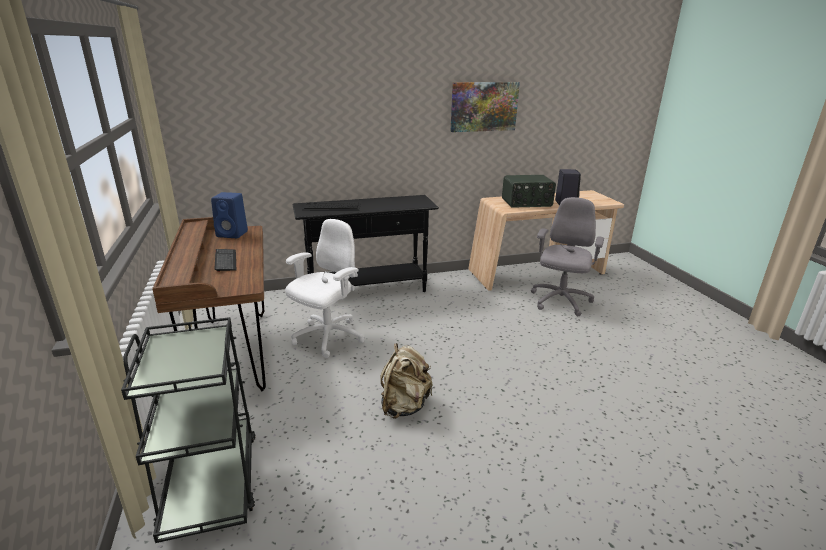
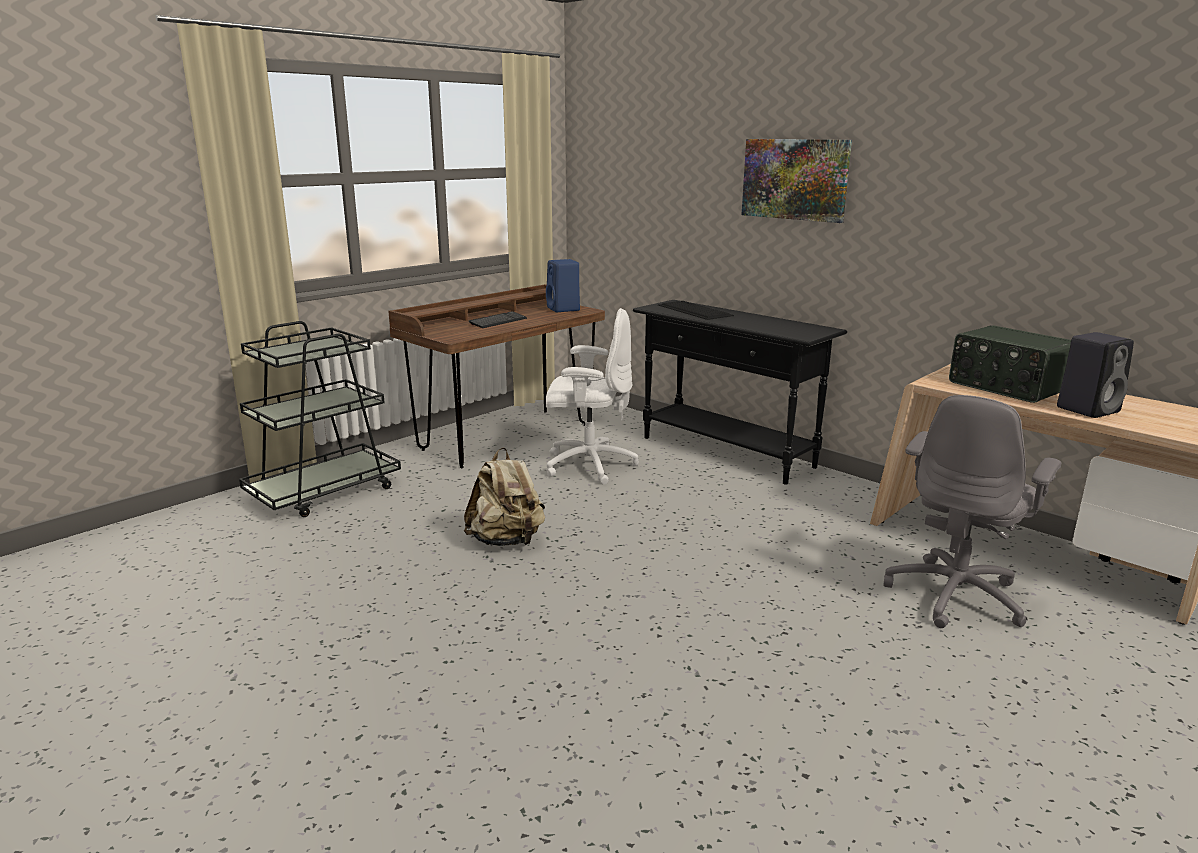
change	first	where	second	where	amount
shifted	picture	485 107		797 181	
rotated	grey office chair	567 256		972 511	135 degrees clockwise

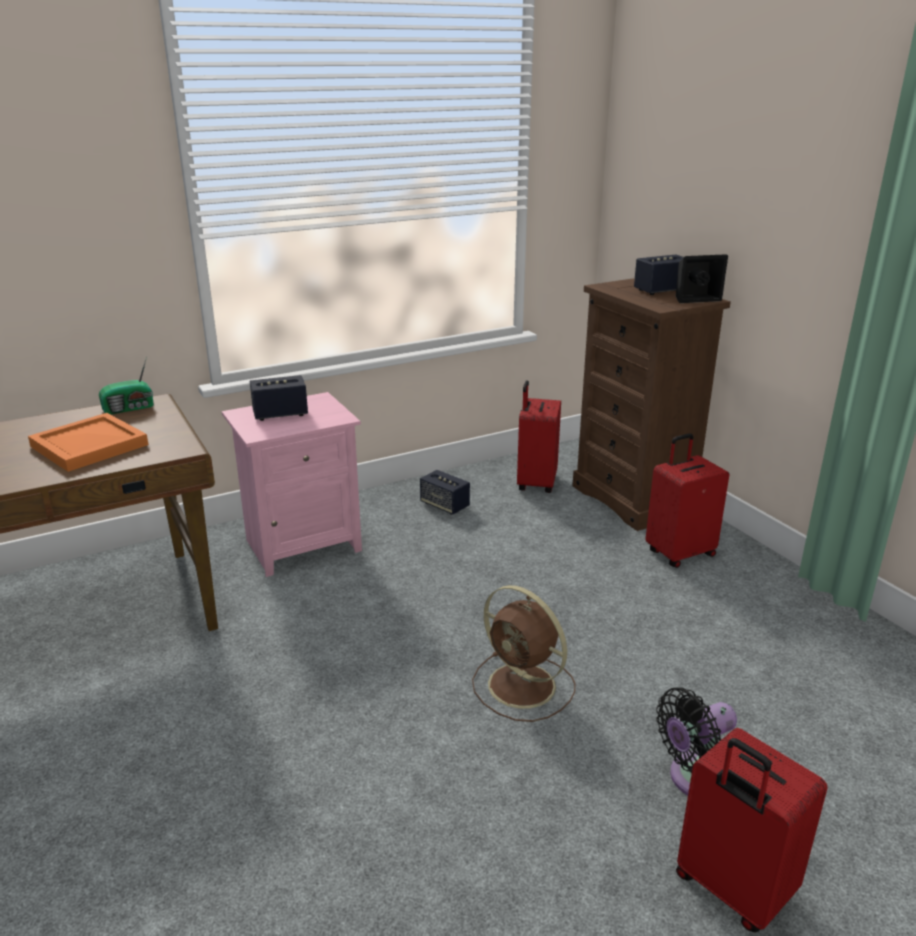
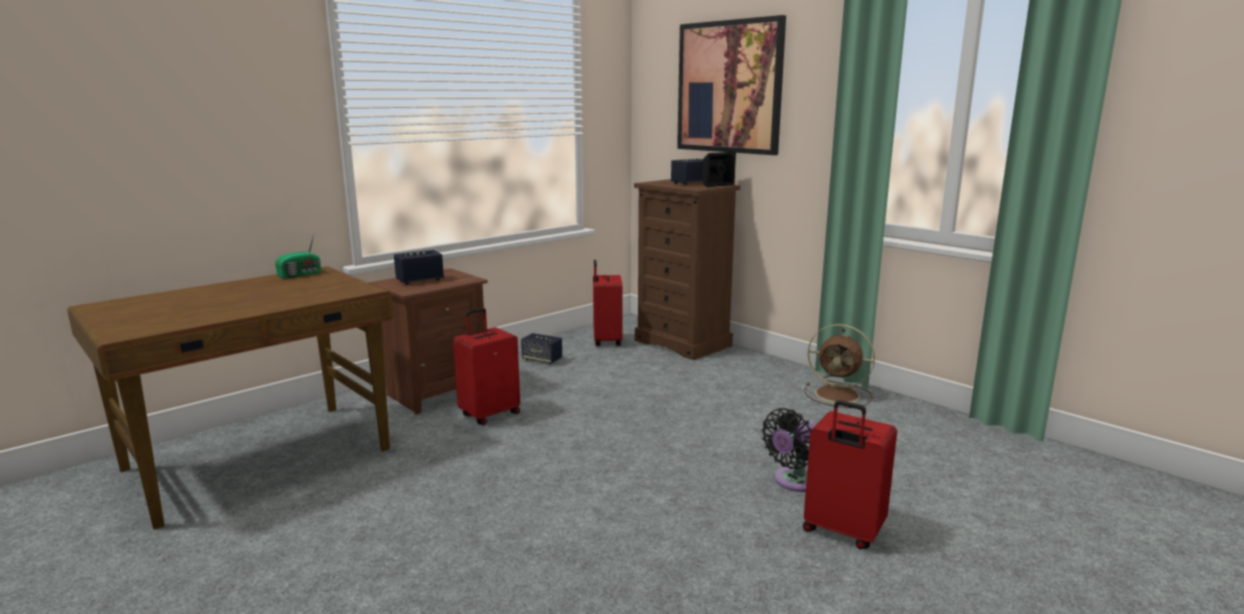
change	first	where	second	where	amount
repainted	pink nightstand	292 484	brown nightstand	428 341	
gone	orange tray	88 442			
shifted	red suitcase	687 500		486 366	
shifted	brown fan	523 653		839 366	
new			picture	731 85	

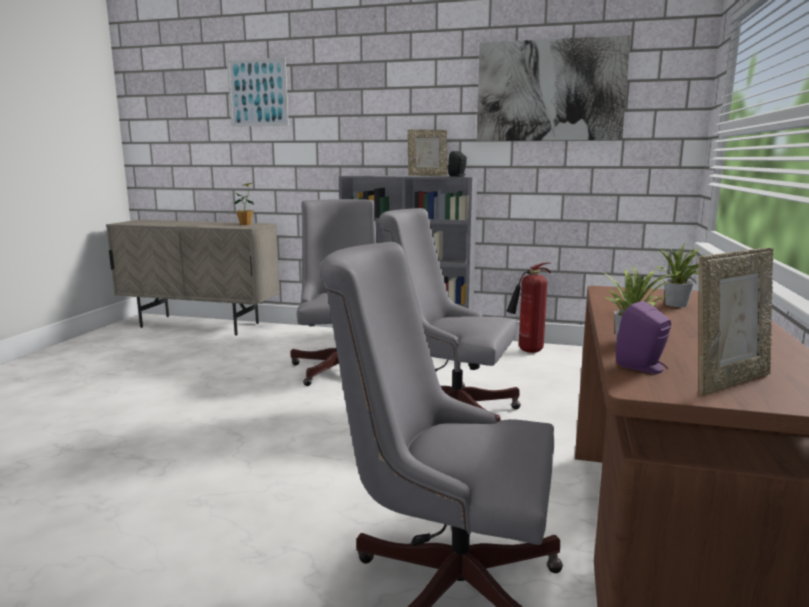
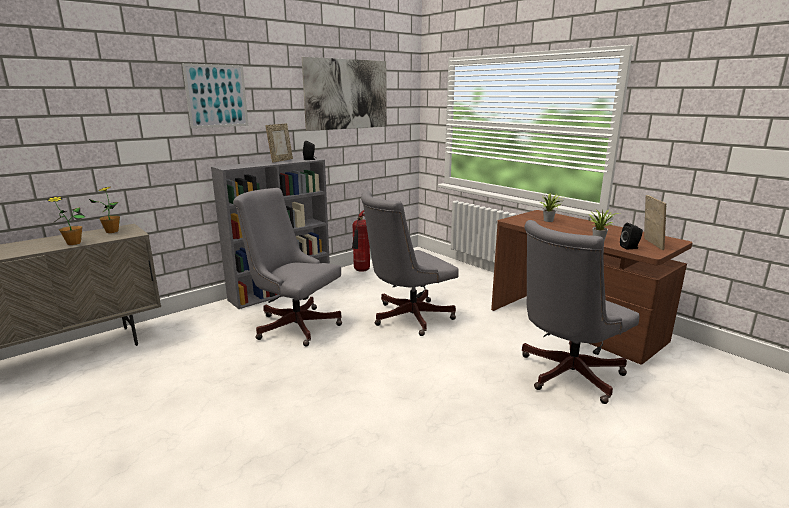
change	first	where	second	where	amount
shifted	picture	258 92		215 95	
repainted	purple speaker	643 337	black speaker	631 236	
new			potted plant	66 221	

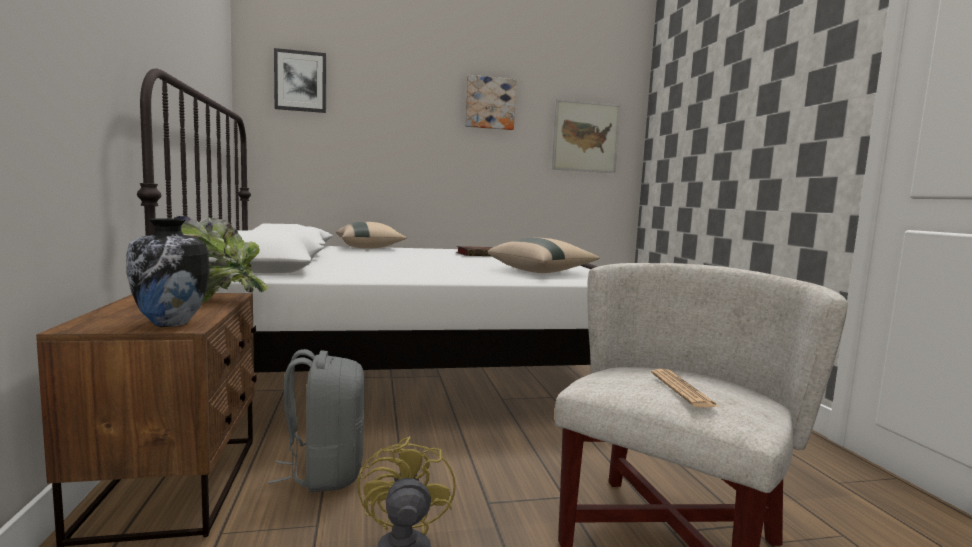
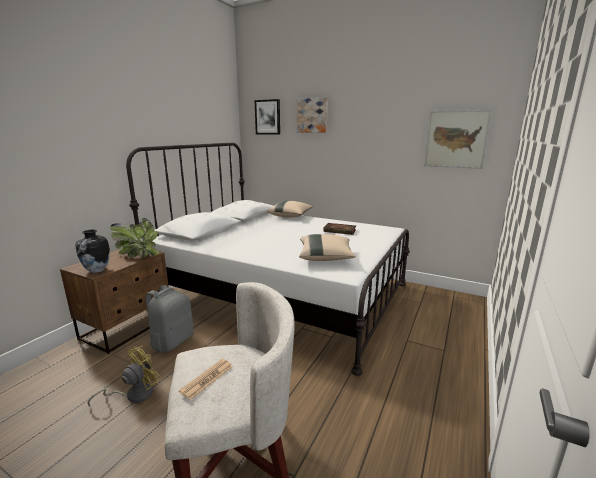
change	first	where	second	where	amount
shifted	picture	490 102		312 115	

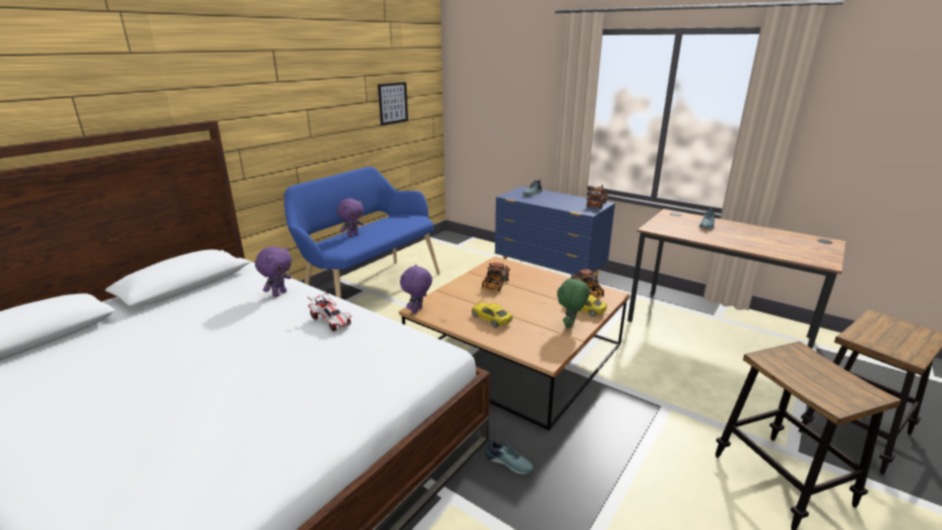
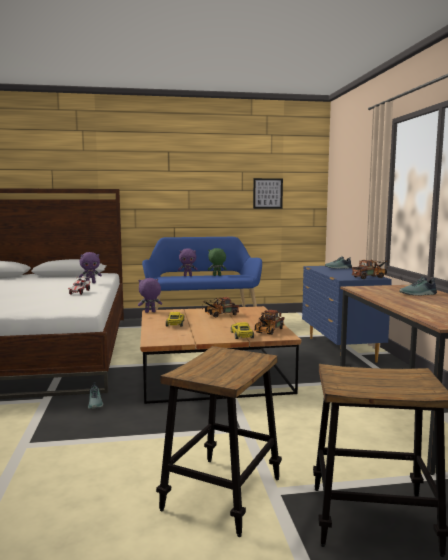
change	first	where	second	where	amount
shifted	green plush toy	573 302		217 262	

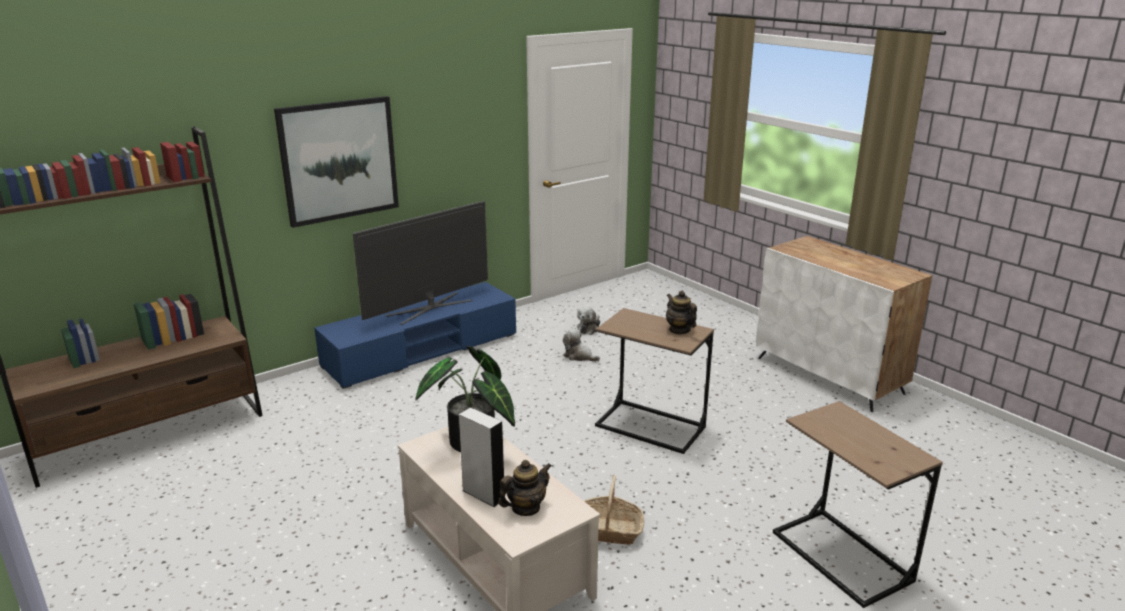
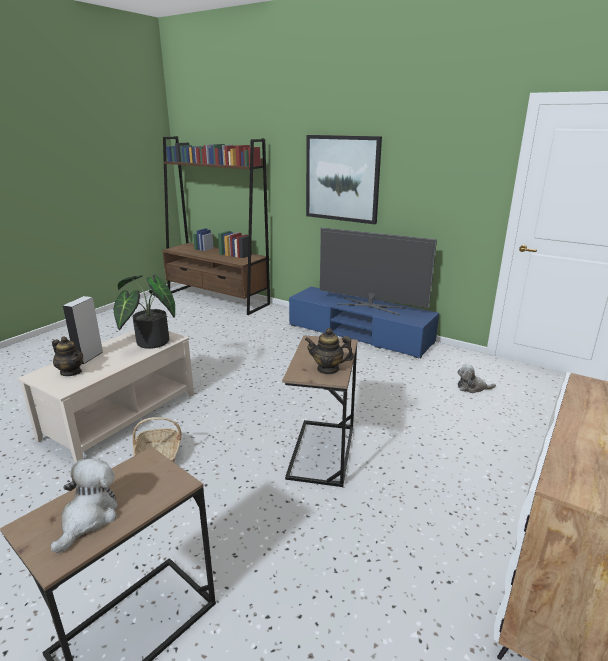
change	first	where	second	where	amount
rotated	teapot	681 312		329 351	120 degrees counterclockwise
shifted	plush toy	581 345		84 506	

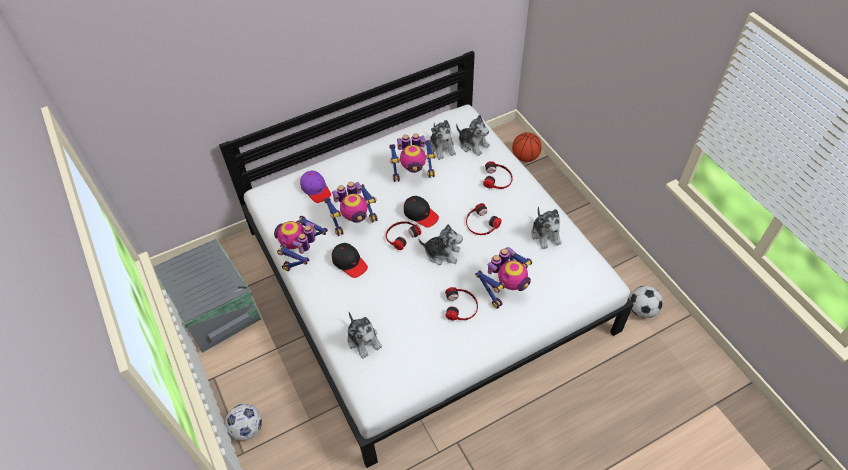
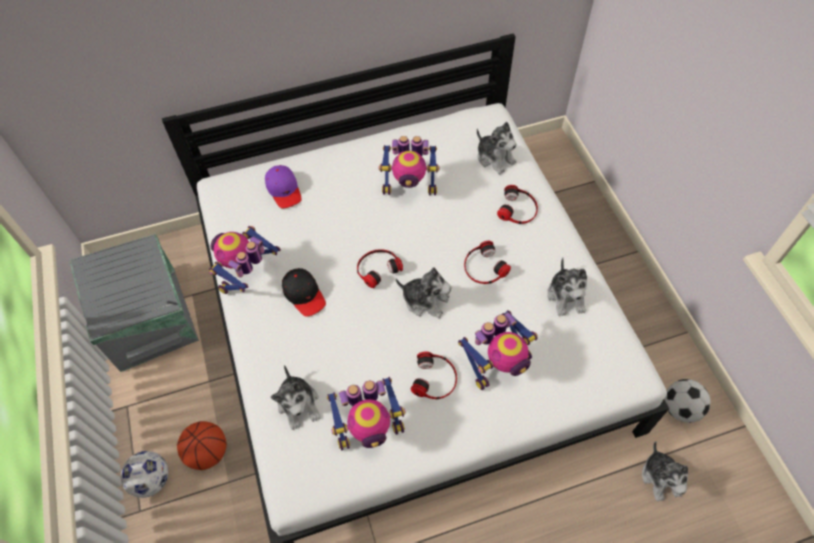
change	first	where	second	where	amount
shifted	plush toy	443 140		665 471	
shifted	basketball	527 147		202 445	
shifted	toy robot	351 209		366 414	
gone	black cap	421 212			

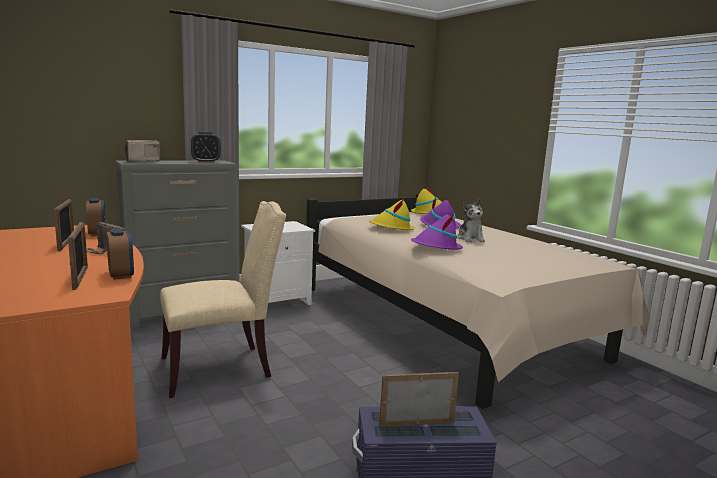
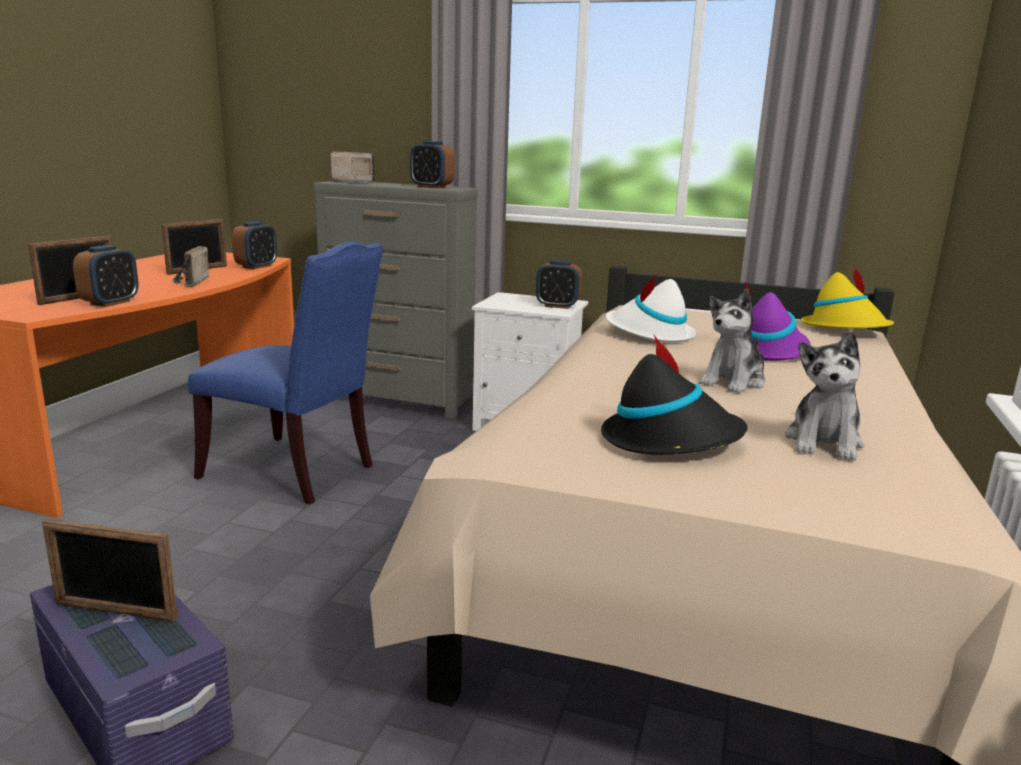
change	first	where	second	where	amount
repainted	yellow hat	392 214	white hat	651 309	
repainted	beige chair	223 299	blue chair	285 373	
gone	purple hat	437 231			
rotated	picture frame	419 399		110 570	150 degrees clockwise
new			alarm clock	559 284	
new			plush toy	824 396	
new			black hat	674 394	

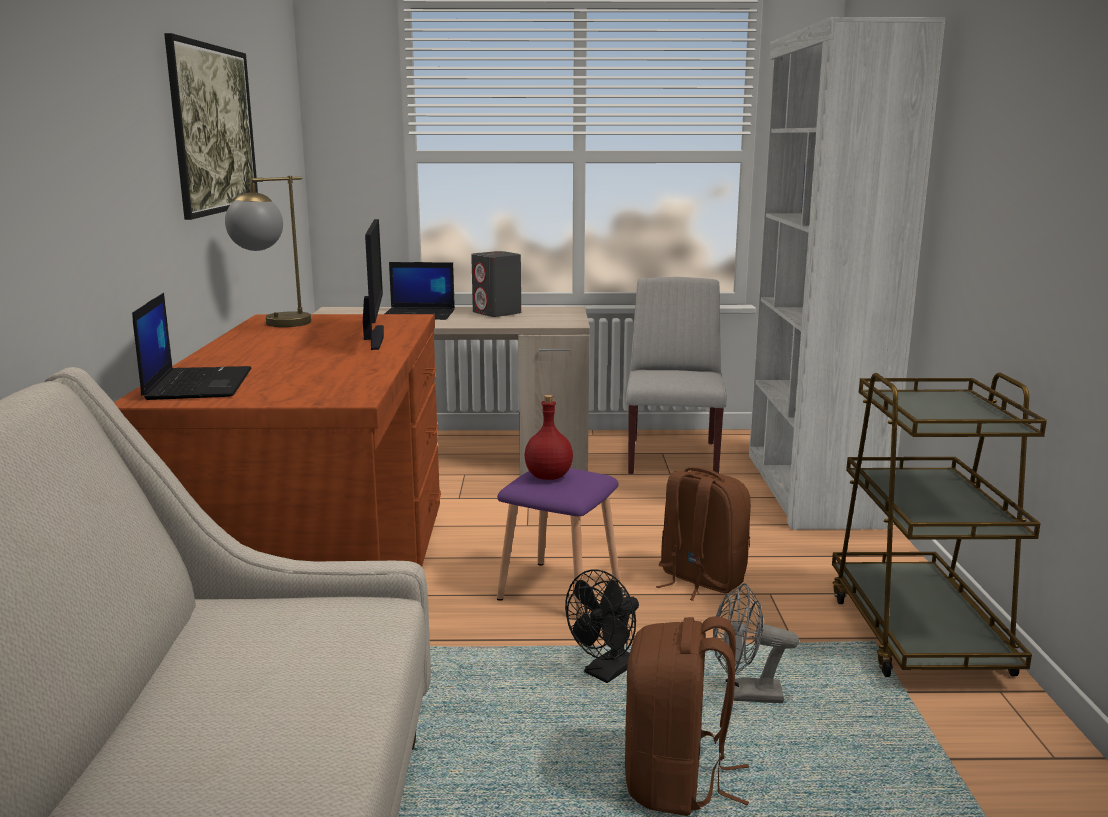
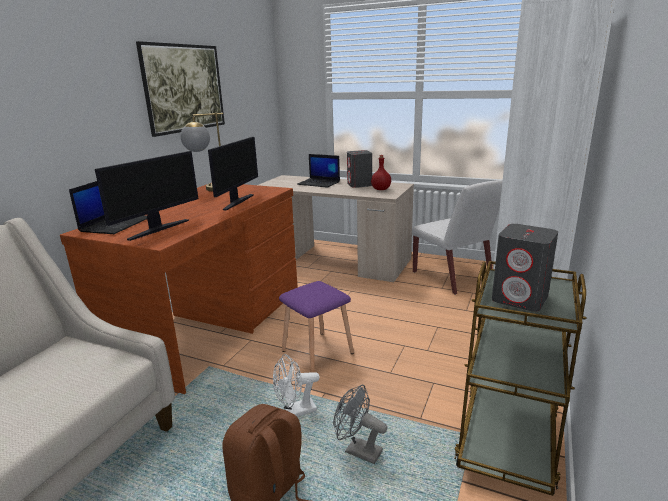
change	first	where	second	where	amount
rotated	white chair	676 376		457 237	120 degrees clockwise
shifted	red bottle	548 437		381 172	
gone	brown backpack	703 534			
repainted	black fan	602 626	white fan	296 385	
new			monitor	146 196	
new			grey speaker	525 268	

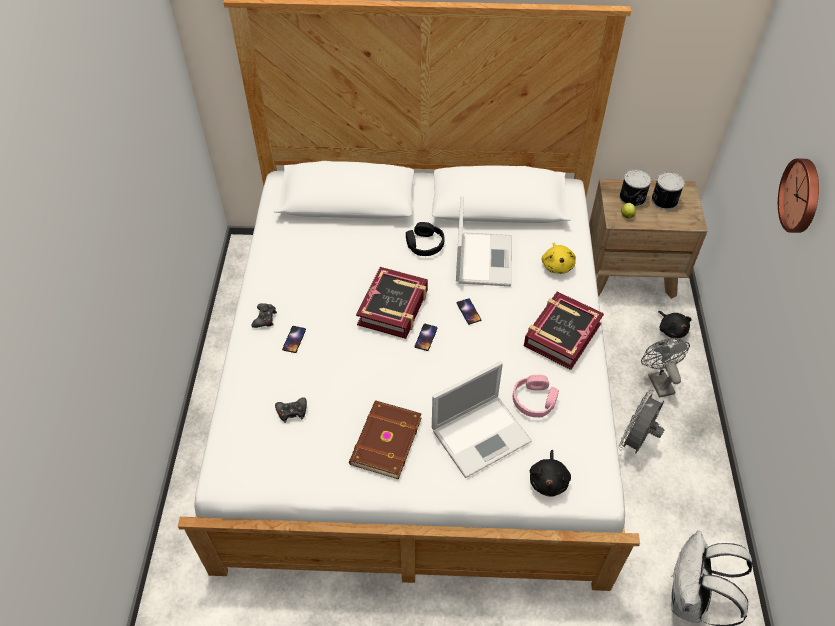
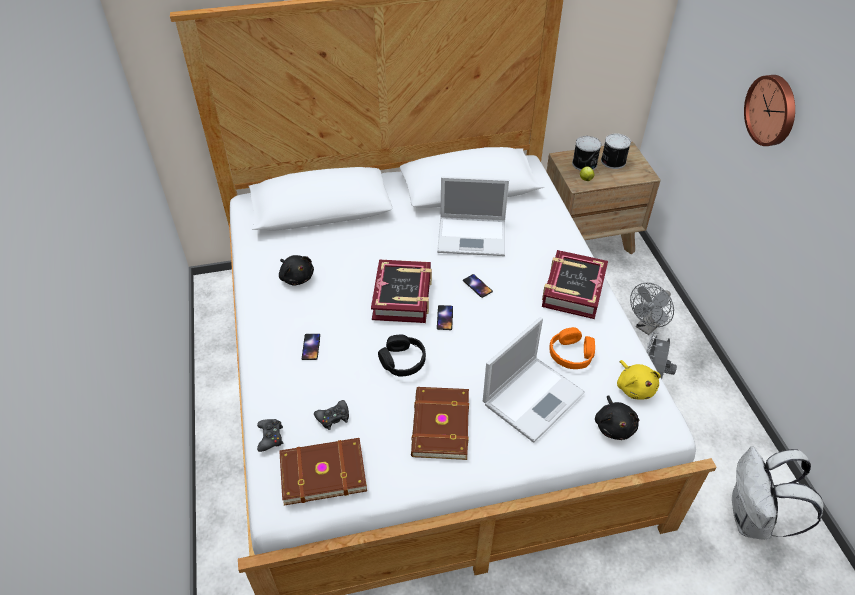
change	first	where	second	where	amount
rotated	laptop	484 241		473 216	105 degrees clockwise
shifted	black headphones	425 239		402 356	
shifted	yellow plush toy	558 258		639 380	
shifted	black game controller	264 315		270 435	
shifted	black plush toy	675 324		296 270	
rotated	grey fan	665 368		652 309	105 degrees counterclockwise
repainted	pink headphones	536 396	orange headphones	572 348	
new			brown book	323 472	

